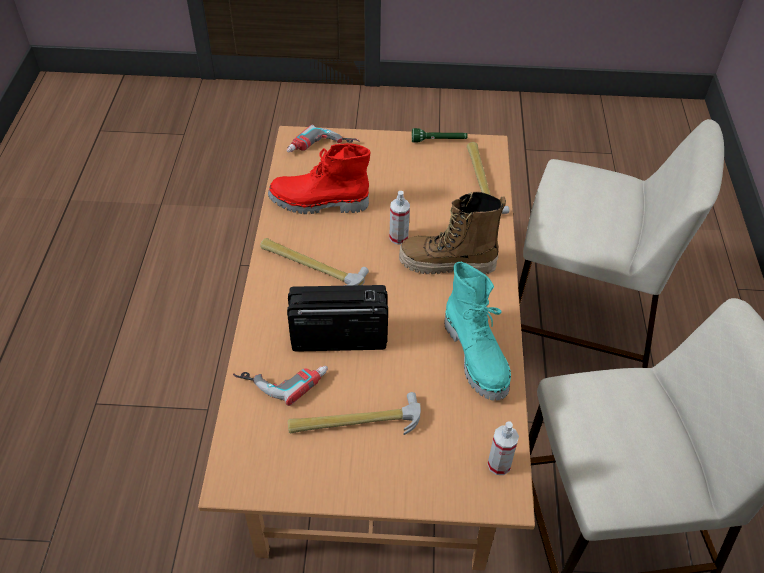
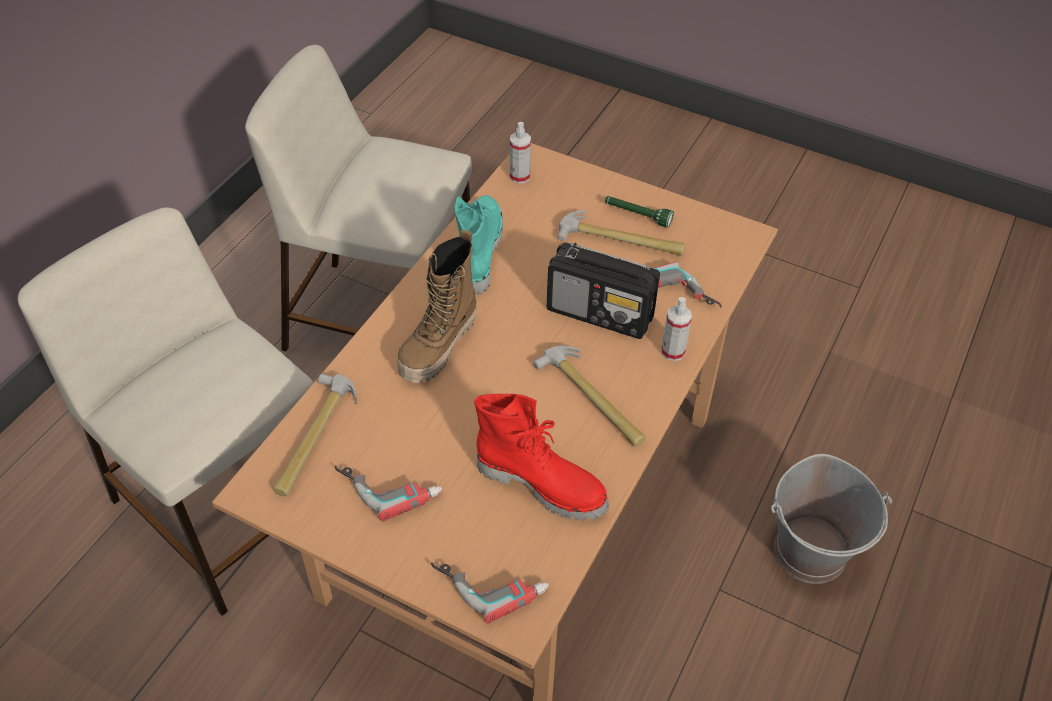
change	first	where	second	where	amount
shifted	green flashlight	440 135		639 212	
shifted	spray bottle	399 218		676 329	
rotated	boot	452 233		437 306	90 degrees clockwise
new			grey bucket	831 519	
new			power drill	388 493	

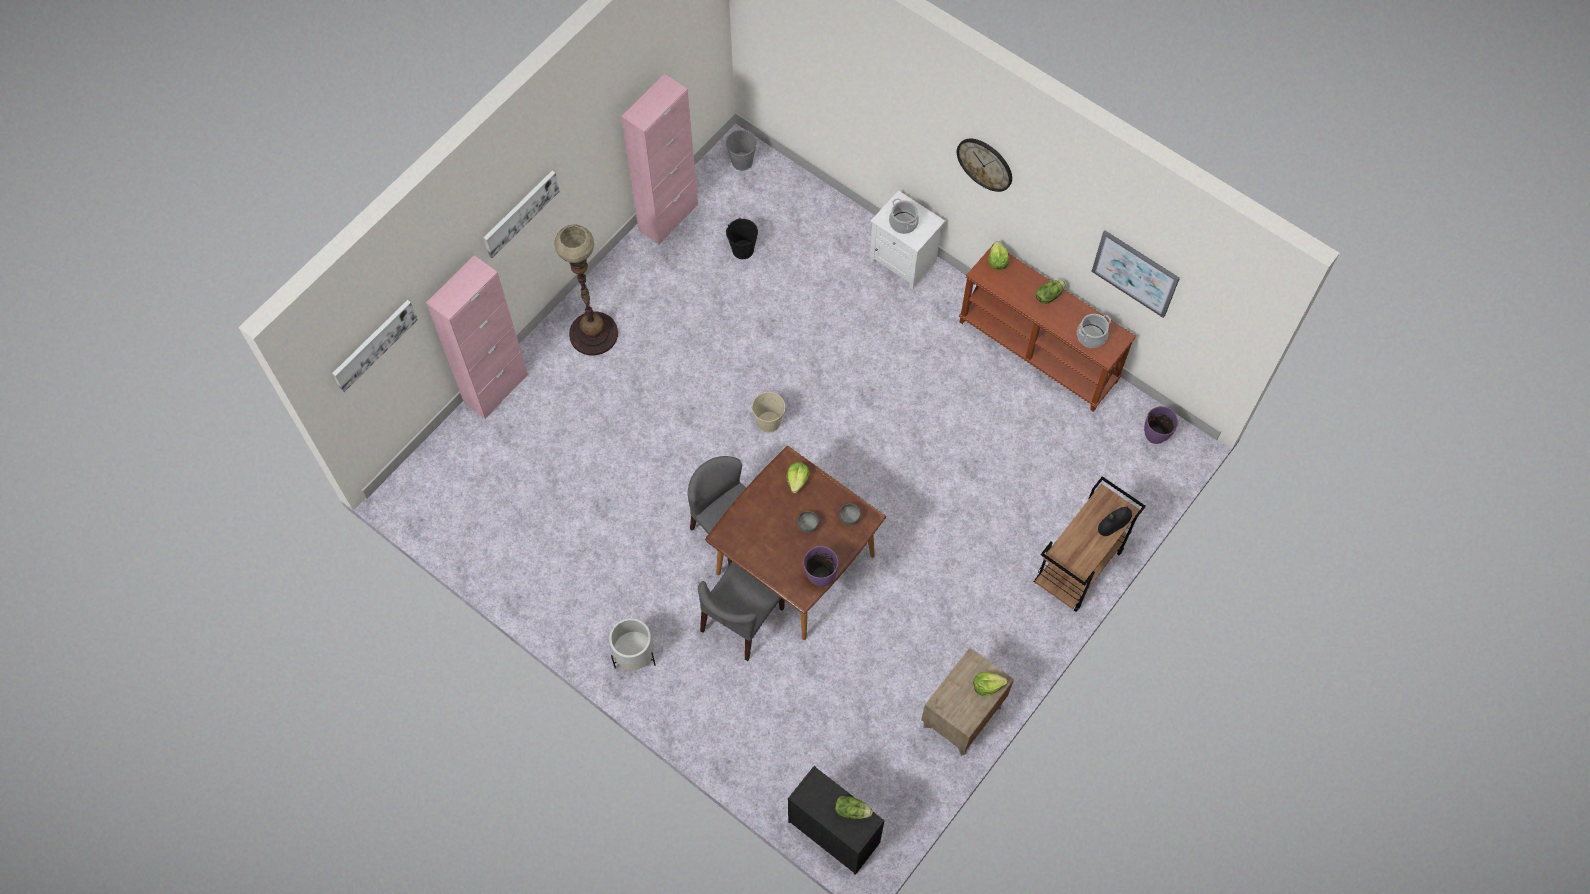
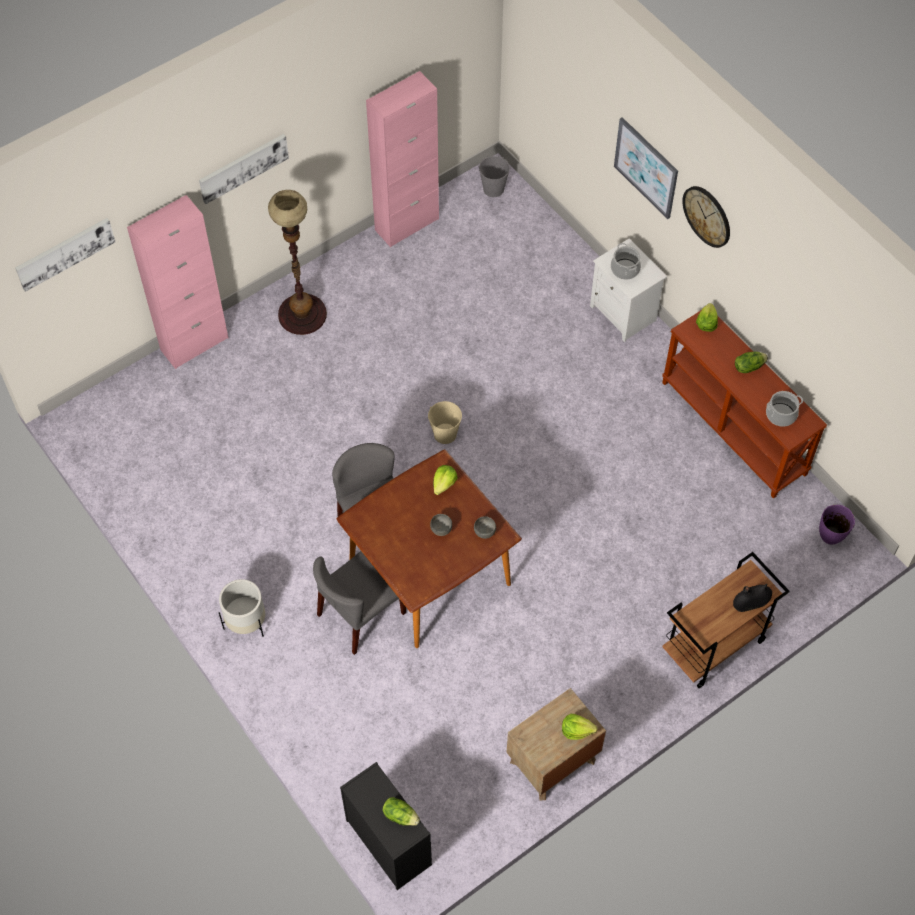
change	first	where	second	where	amount
gone	black bucket	742 238			
shifted	picture	1135 274		646 168	
gone	purple vase	820 566			

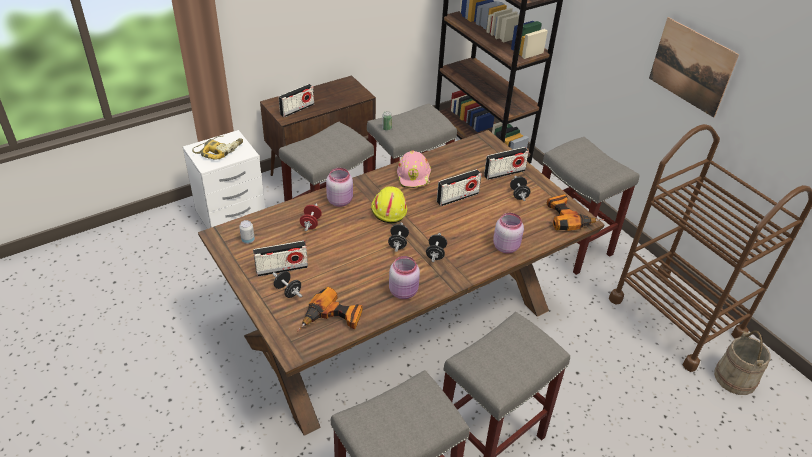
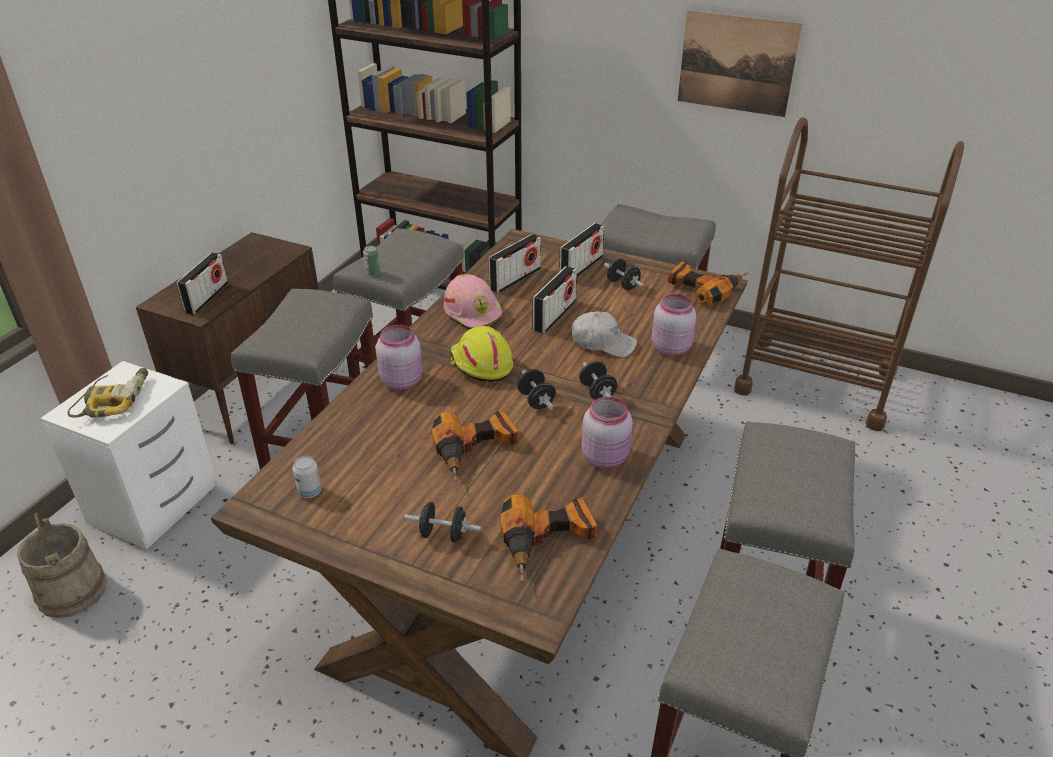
change	first	where	second	where	amount
gone	red dumbbell	311 217			
shifted	radio	280 259		515 263	
shifted	beige bucket	742 362		62 565	
new			white cap	605 334	
new			power drill	475 446	

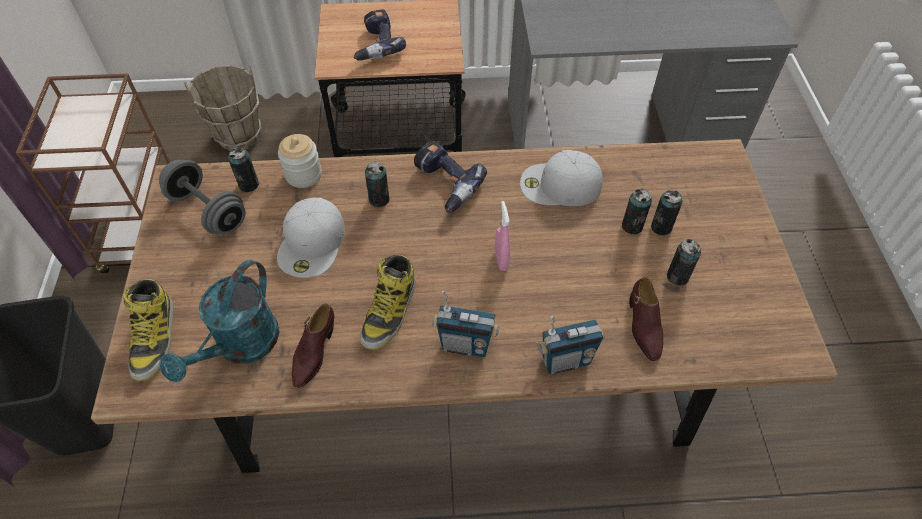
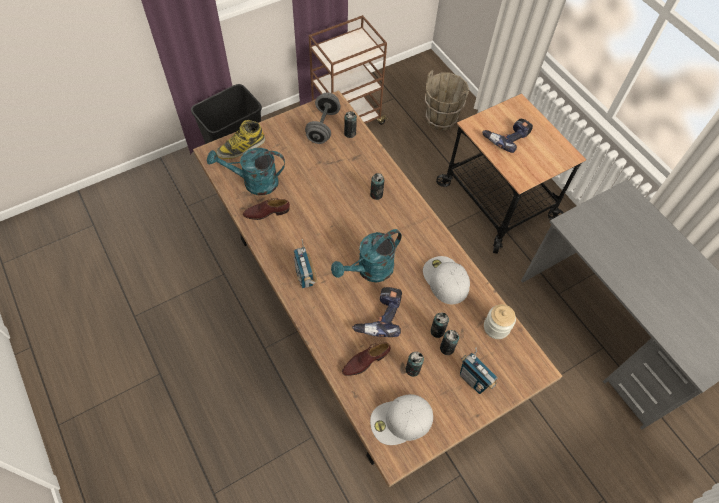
change	first	where	second	where	amount
shifted	jar	300 161		500 321	
shifted	power drill	450 177		377 312	
shifted	white cap	311 238		401 419	
swapped	pink spray bottle	502 236	turquoise watering can	366 255	
gone	boot	388 302			
shifted	radio	570 345		479 371	

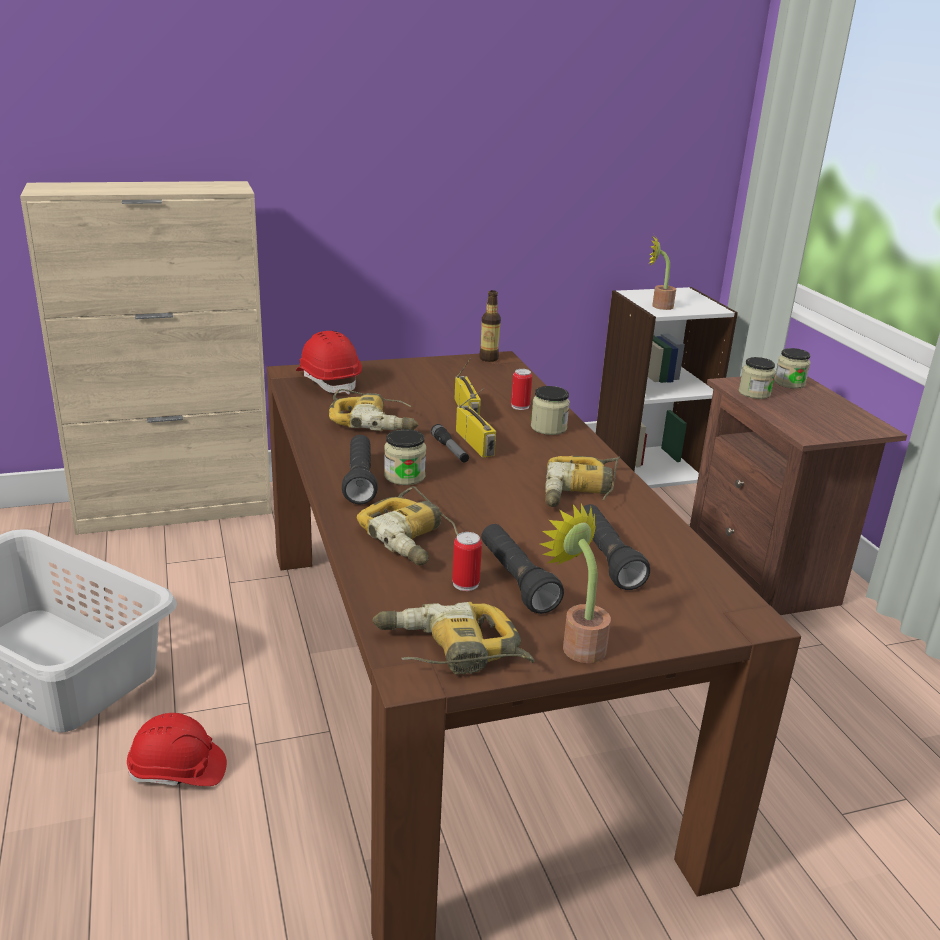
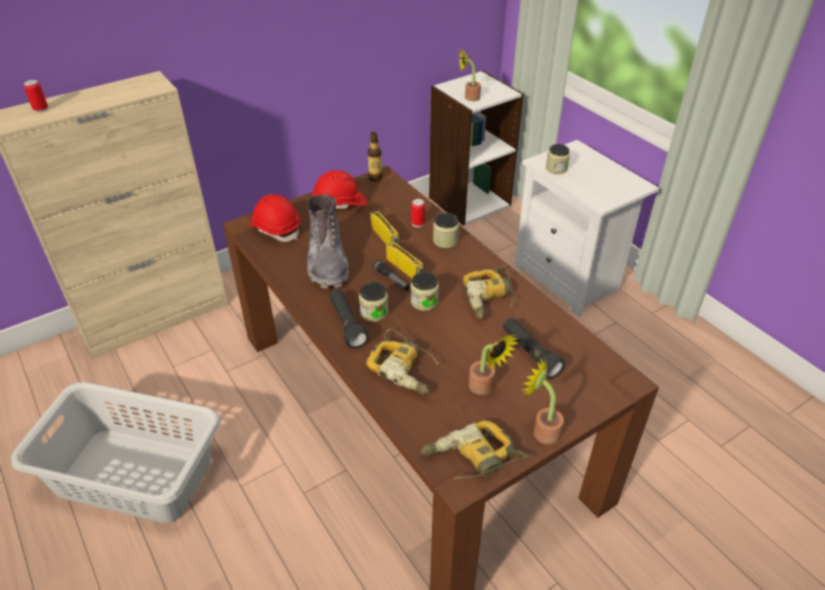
change	first	where	second	where	amount
shifted	jar	792 368		425 291	
repainted	brown nightstand	798 494	white nightstand	587 228	
swapped	power drill	373 410	grey boot	328 241	
swapped	black flashlight	522 569	potted plant	493 365	
shifted	can	467 561		36 96	
shifted	red hard hat	177 749		339 189	

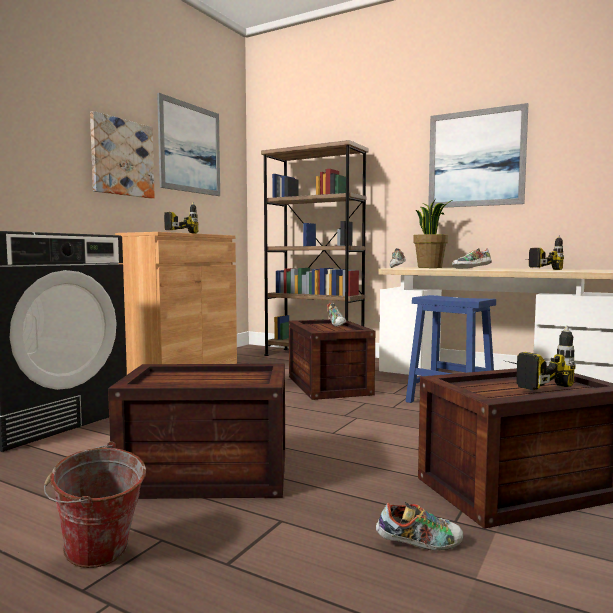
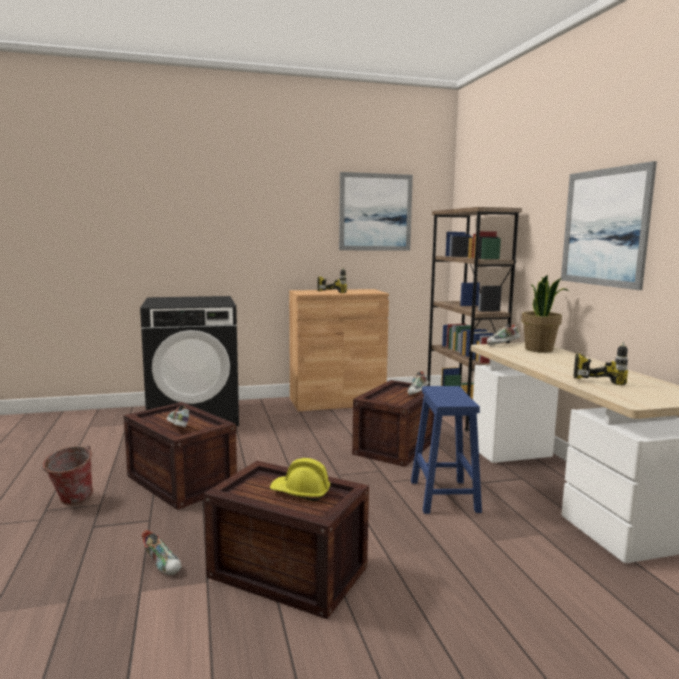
change	first	where	second	where	amount
gone	picture	122 155			
shifted	shoe	472 258		178 416	
swapped	power drill	541 358	yellow hard hat	300 479	

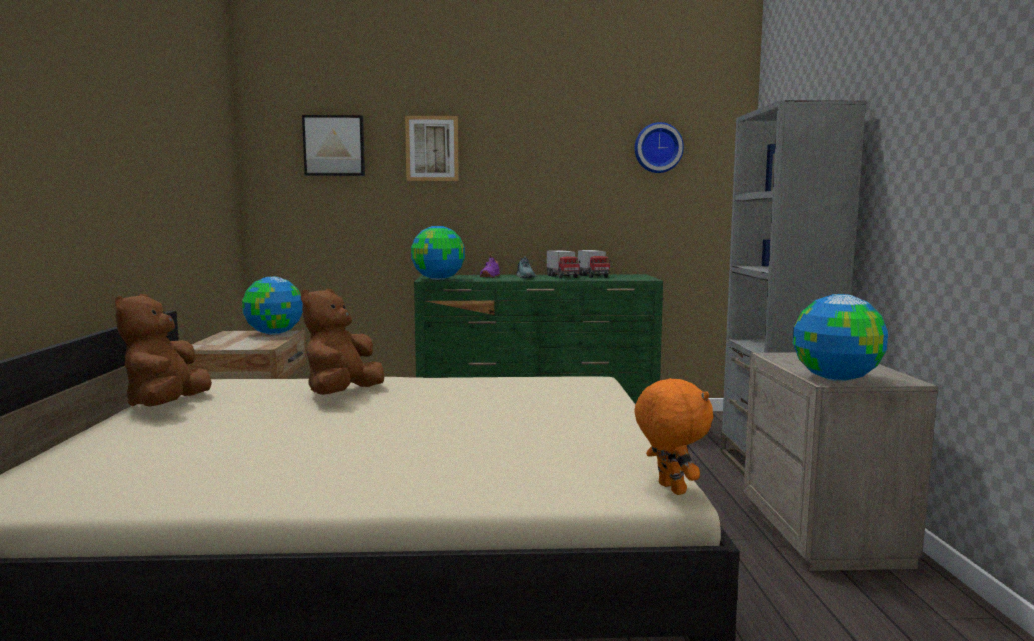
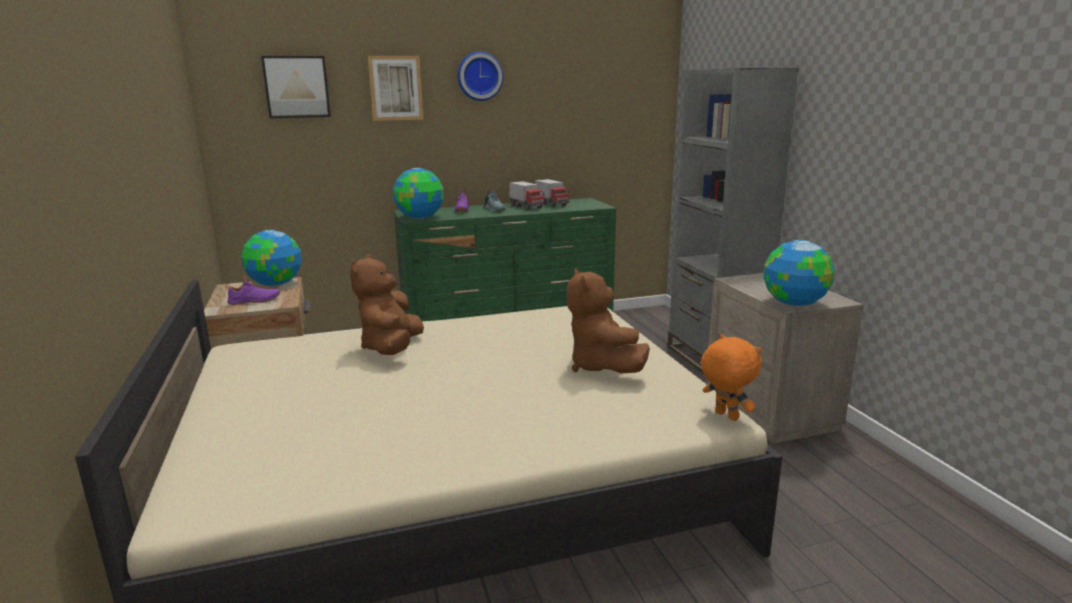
change	first	where	second	where	amount
shifted	wall clock	659 147		480 76	
shifted	brown plush toy	163 350		608 321	
new			purple shoe	252 290	

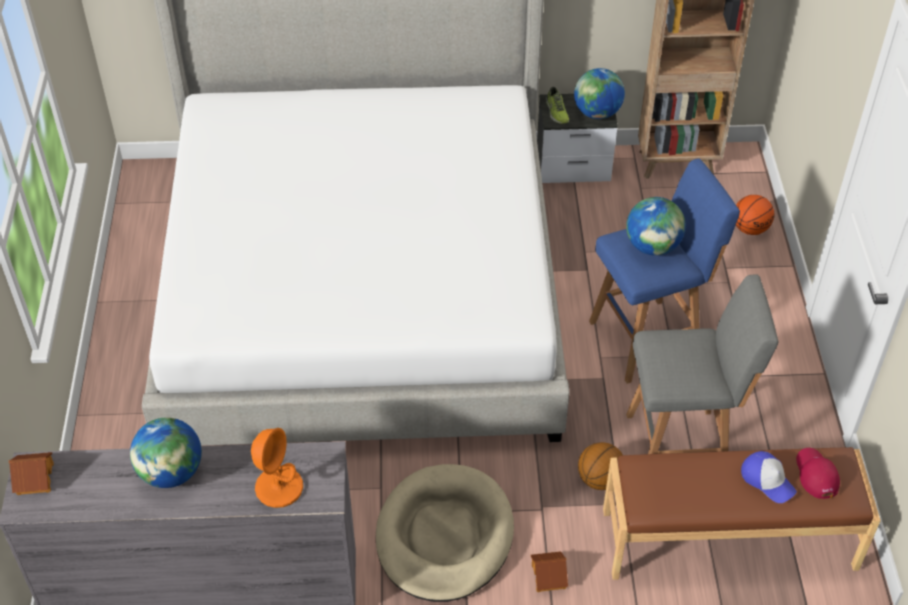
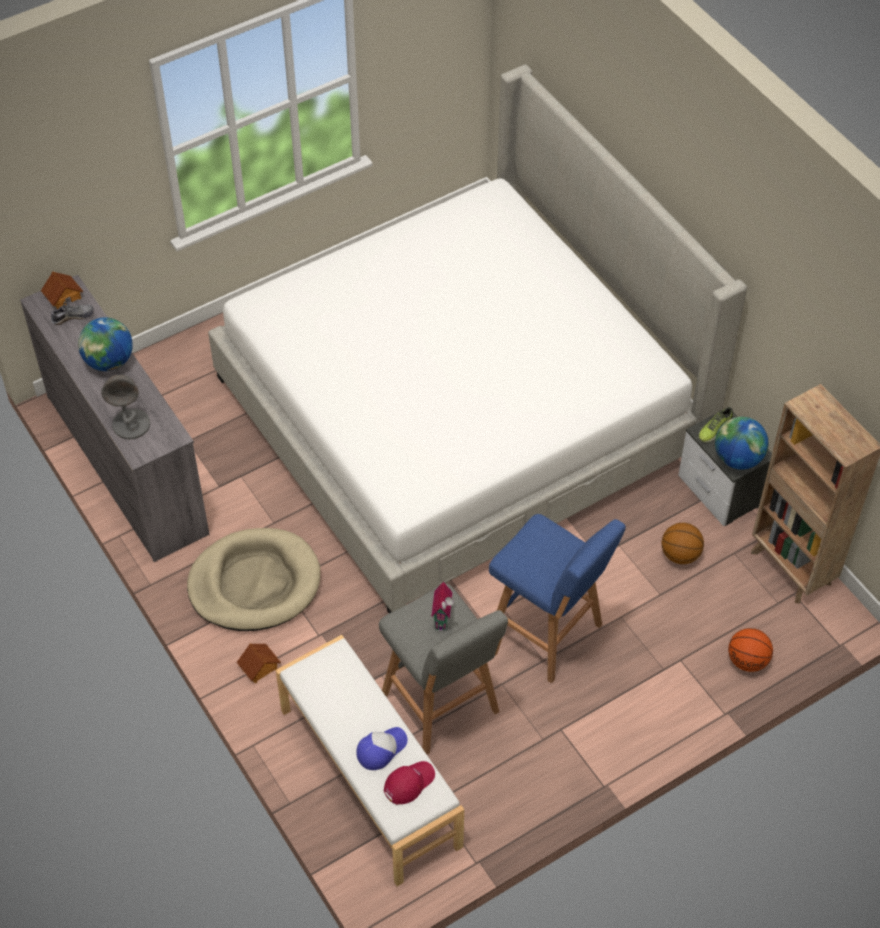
change	first	where	second	where	amount
gone	globe	656 226			
repainted	orange table lamp	277 468	grey table lamp	125 407	
shifted	basketball	600 466		683 543	
repainted	brown bench	742 513	white bench	370 761	
rotated	cap	769 477		382 748	150 degrees counterclockwise
new			shoe	72 312	
new			toy house	442 607	

